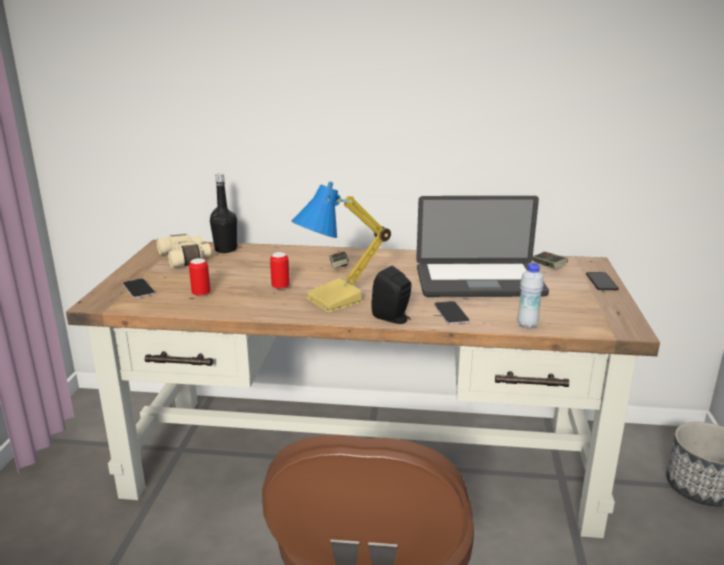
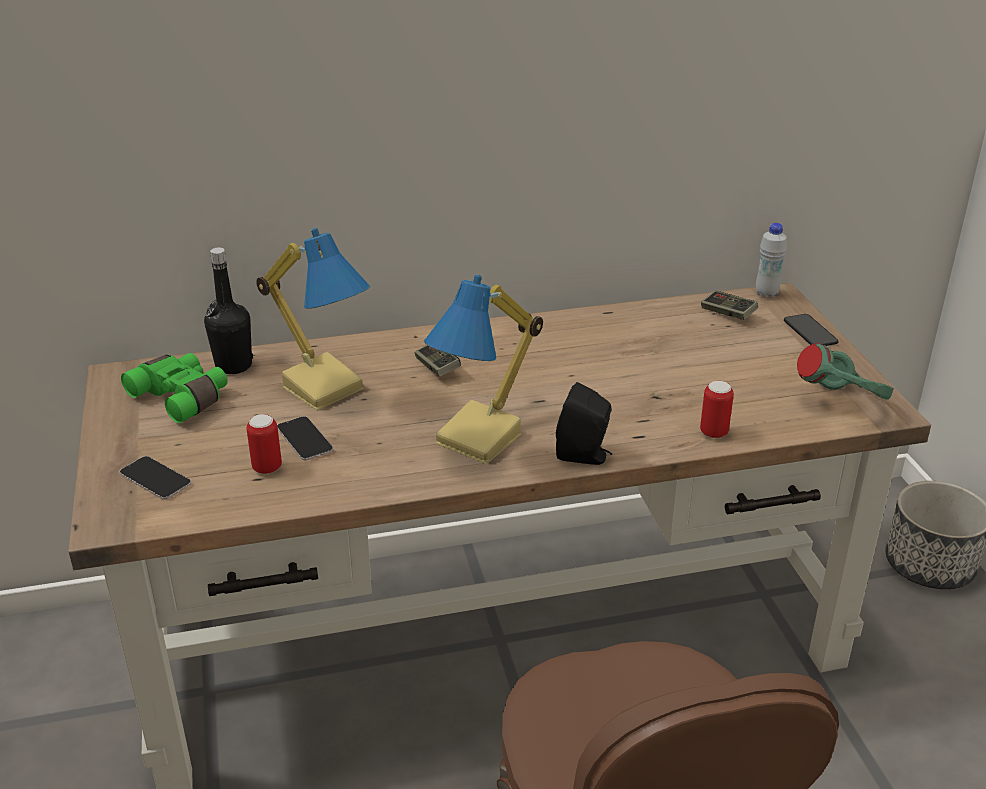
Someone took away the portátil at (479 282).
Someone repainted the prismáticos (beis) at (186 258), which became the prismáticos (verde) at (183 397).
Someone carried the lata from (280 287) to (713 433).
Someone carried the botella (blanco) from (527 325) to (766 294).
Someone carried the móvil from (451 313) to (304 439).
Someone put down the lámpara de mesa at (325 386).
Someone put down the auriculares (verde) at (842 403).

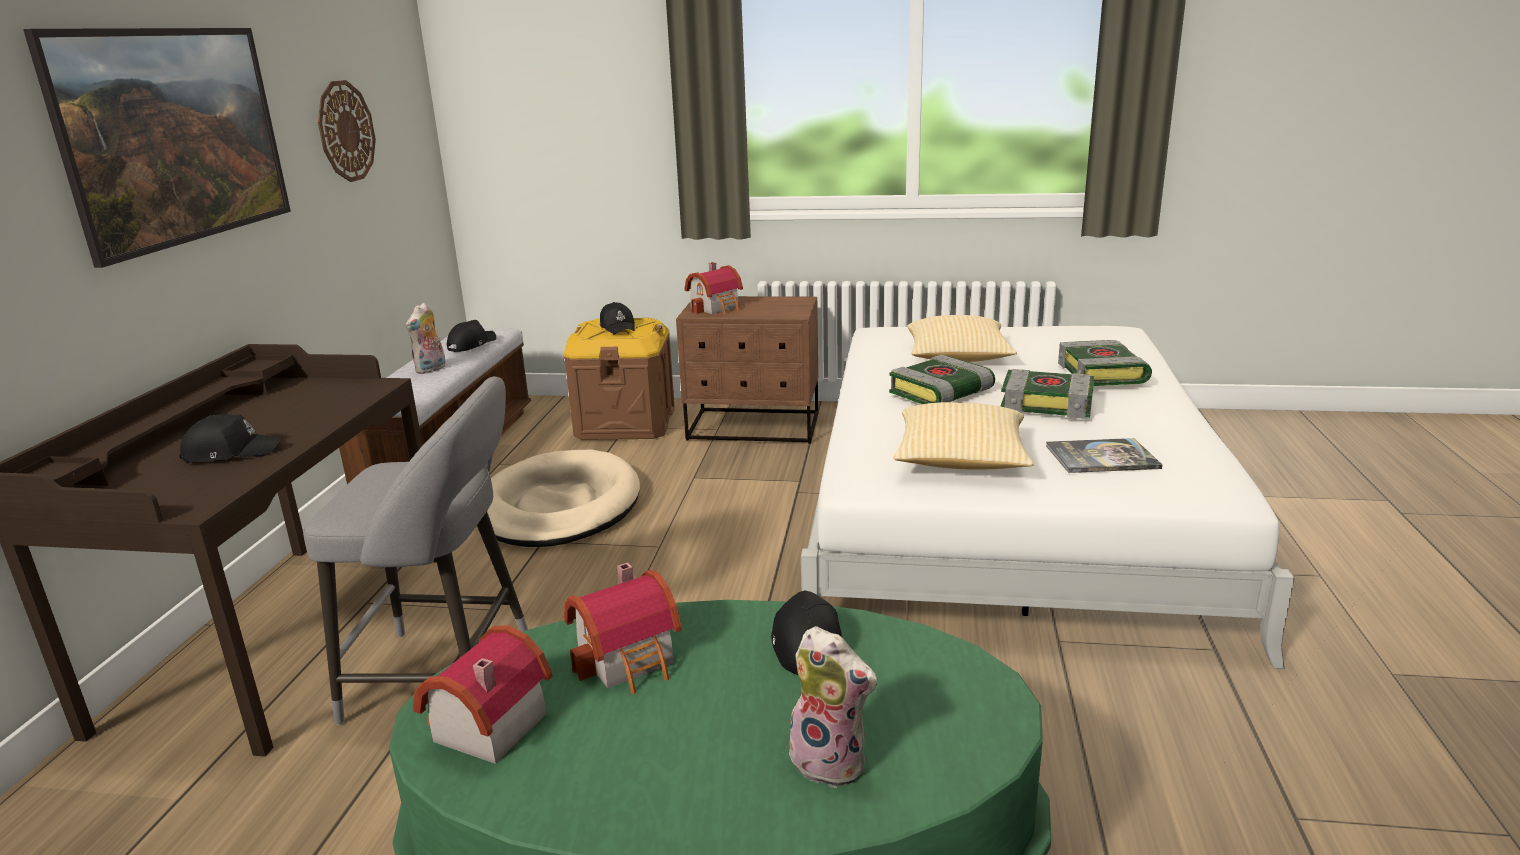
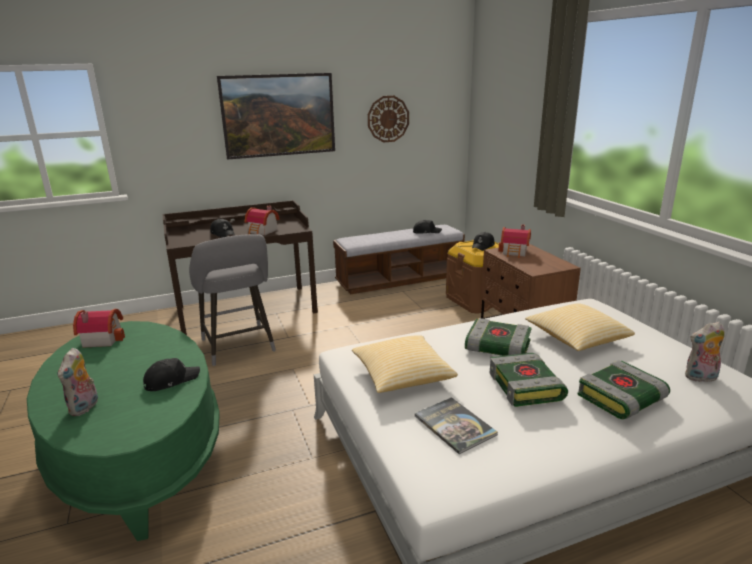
Someone carried the peluche from (431 369) to (700 378).
Someone took away the cama para perro (beis) at (559 506).
Someone carried the casita from (631 660) to (262 232).

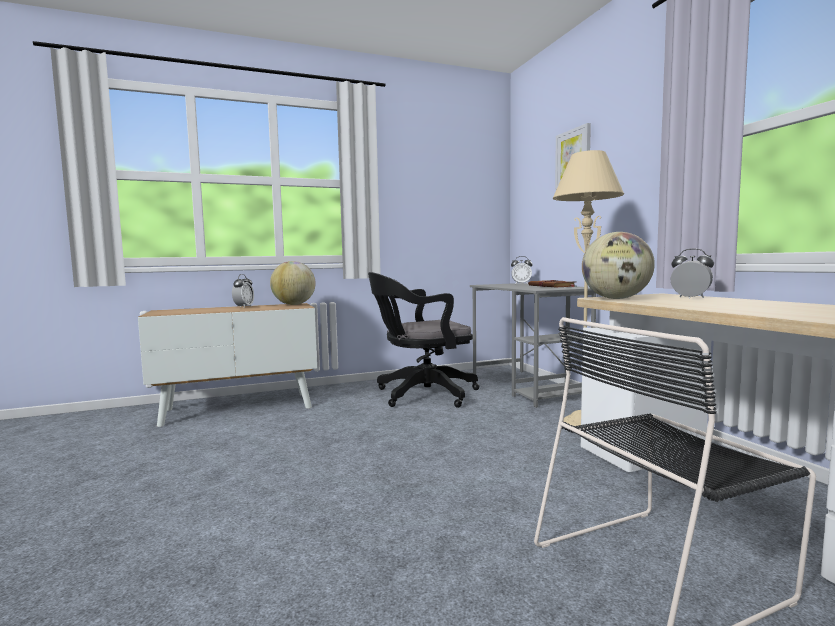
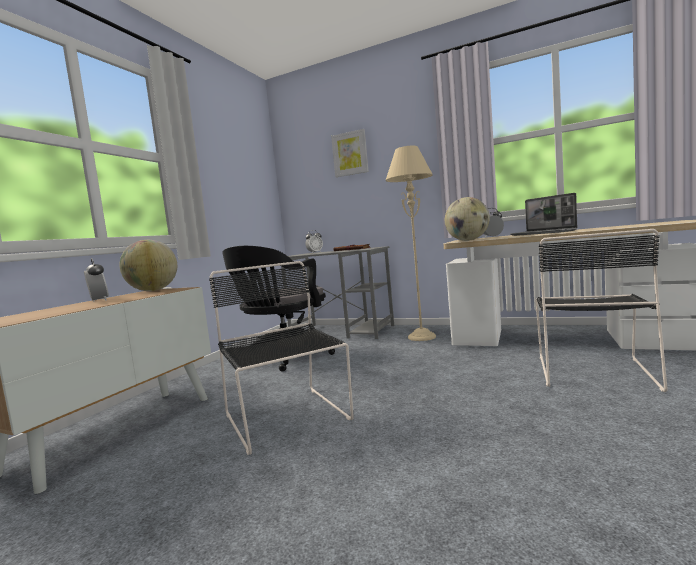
Someone put down the portátil at (544 233).
Someone put down the silla (negro) at (287 419).

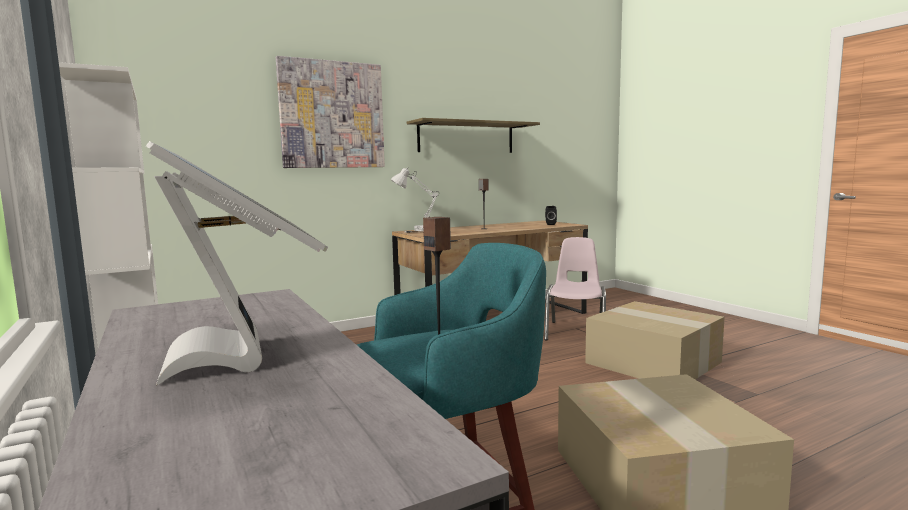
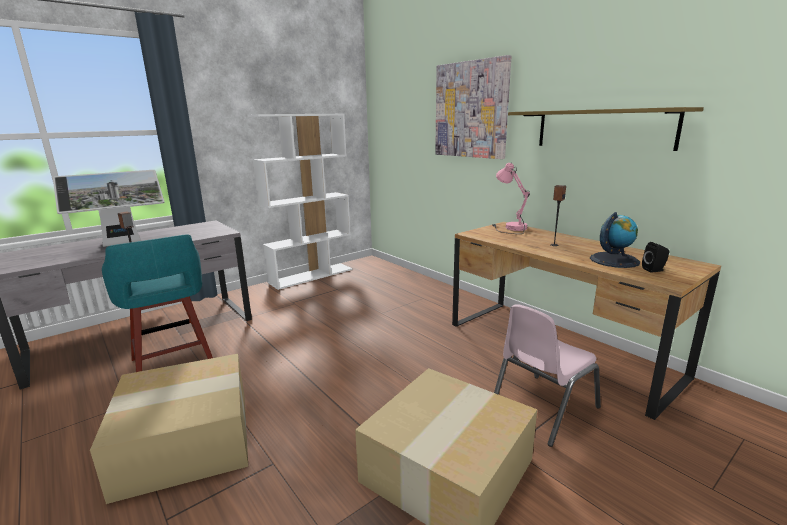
Someone repainted the lámpara de mesa (blanco) at (421 231), which became the lámpara de mesa (rosa) at (508 228).
Someone rotated the silla (rosa) at (576 332) by 135 degrees clockwise.
Someone put down the globo terráqueo at (614 260).

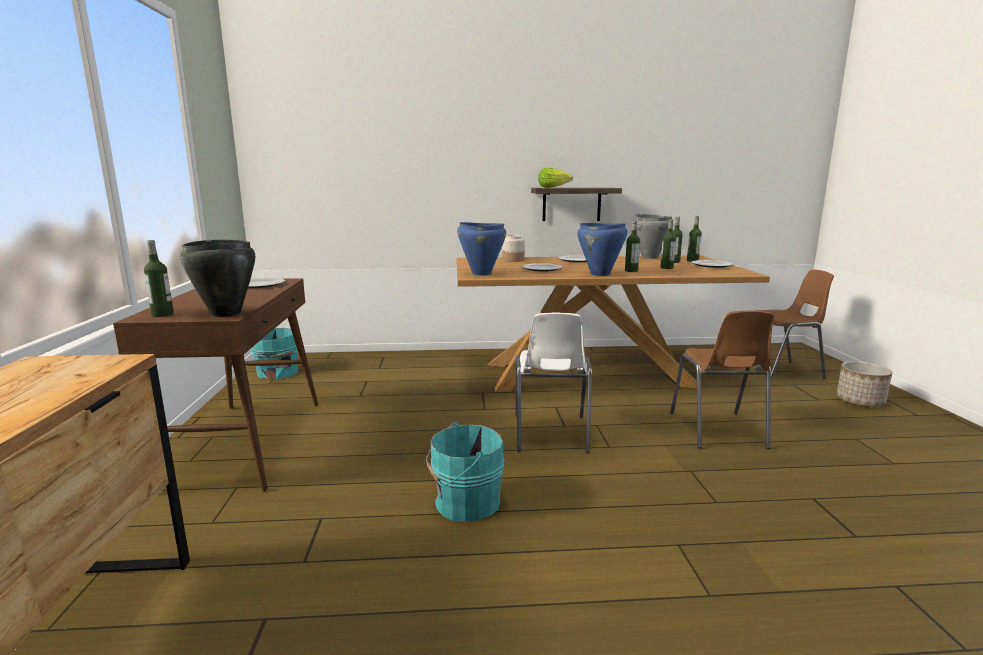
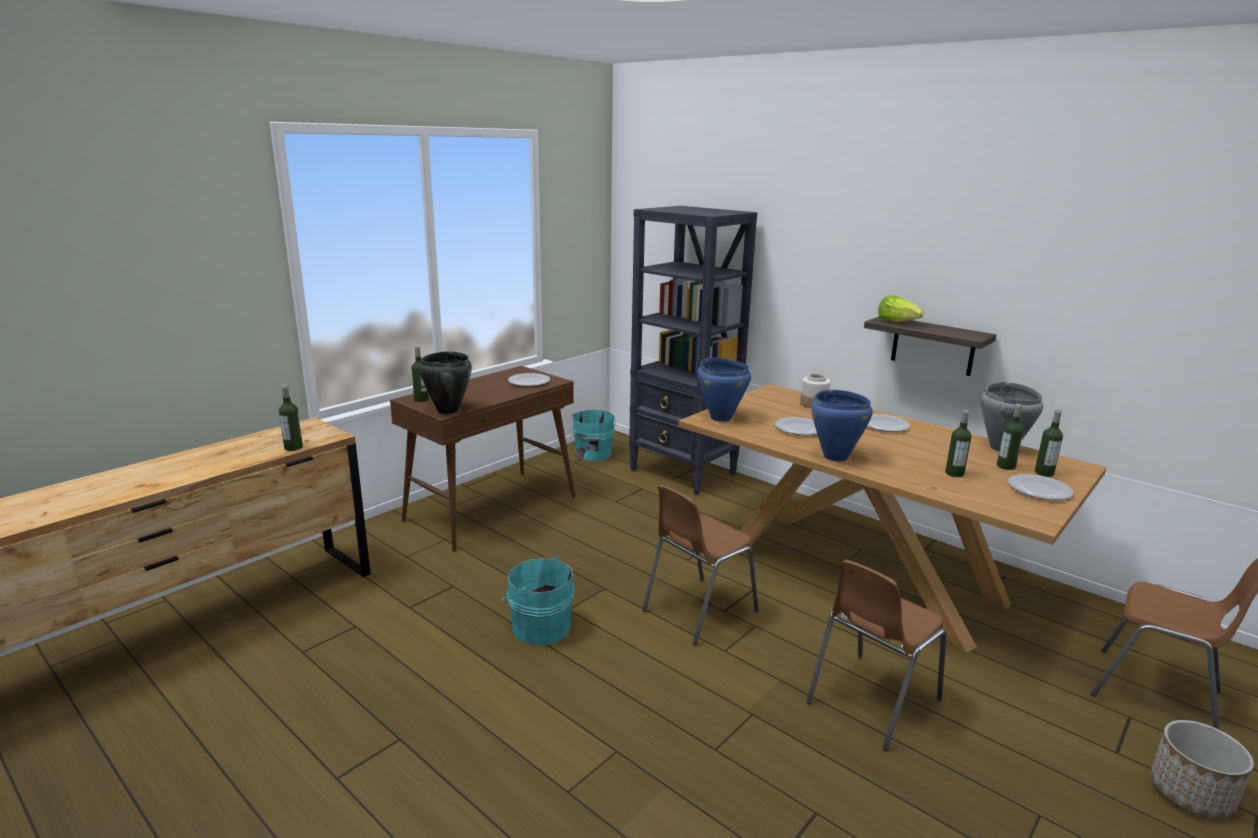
Someone carried the botella from (631 271) to (293 447).
Someone repainted the silla (blanco) at (550 433), which became the silla (marrón) at (698 611).
Someone put down the estantería (negro) at (683 472).

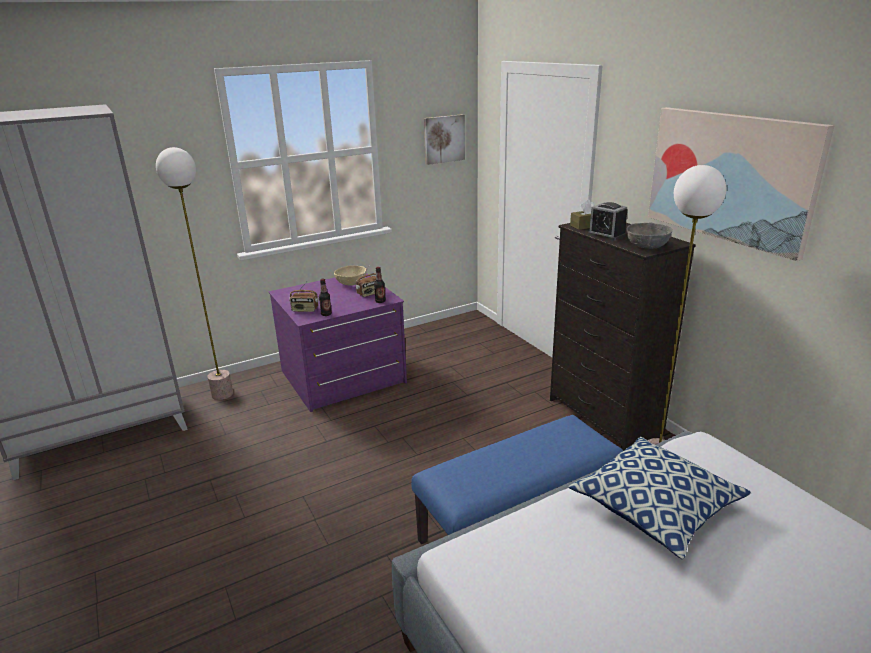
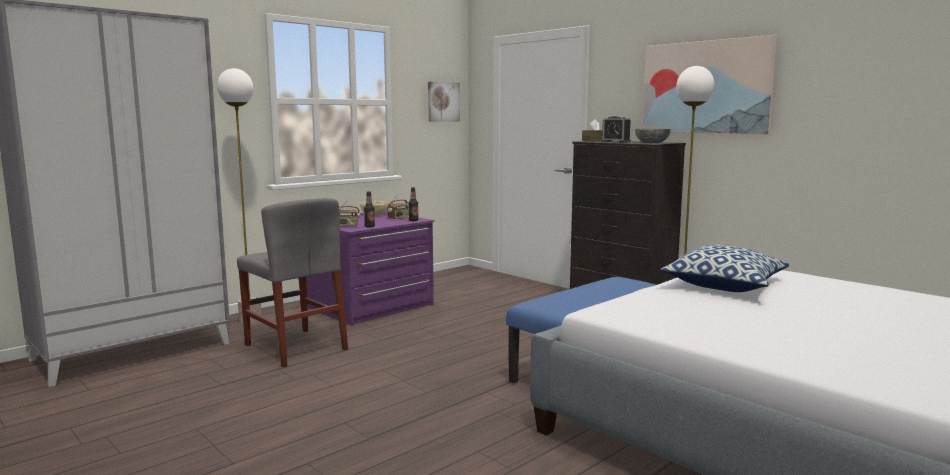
Someone put down the silla (gris) at (295 347).

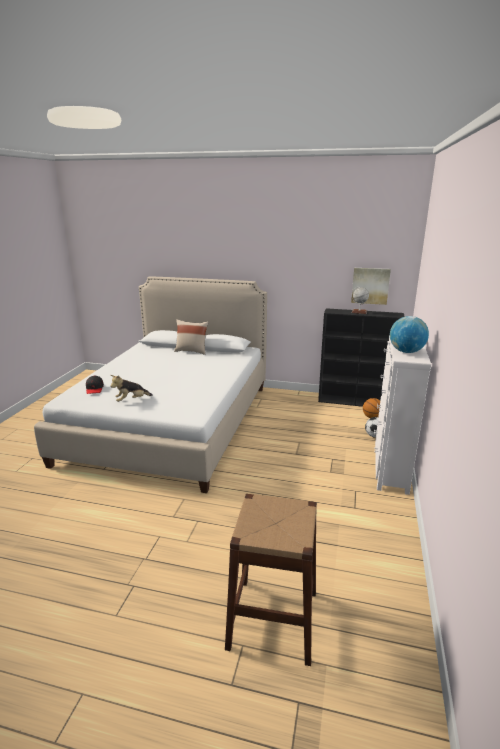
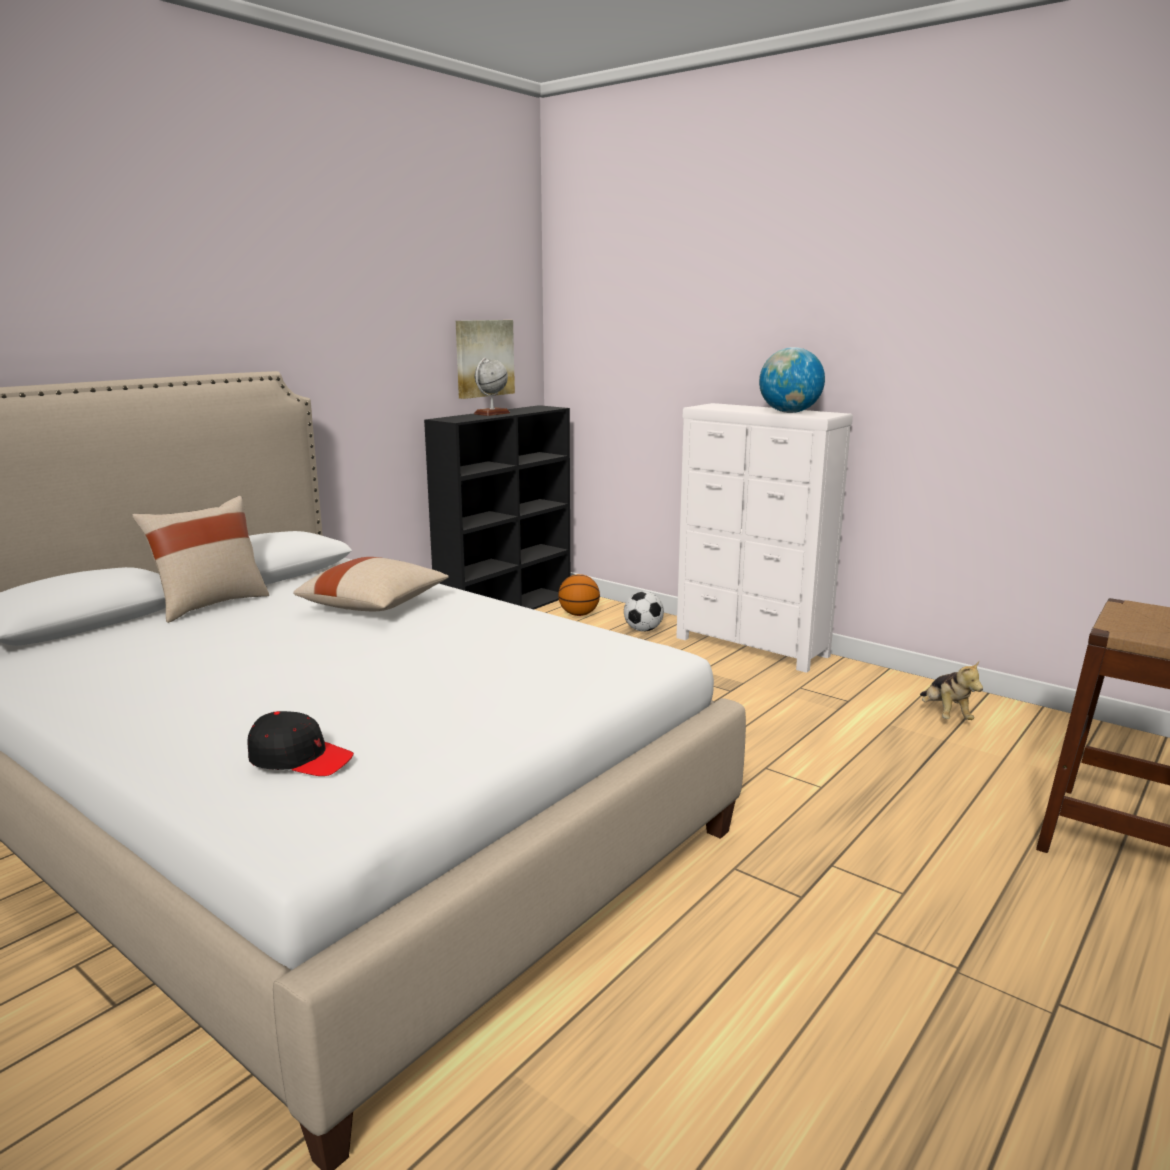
Someone carried the peluche from (131 400) to (945 715).
Someone put down the cojín (beis) at (375 606).

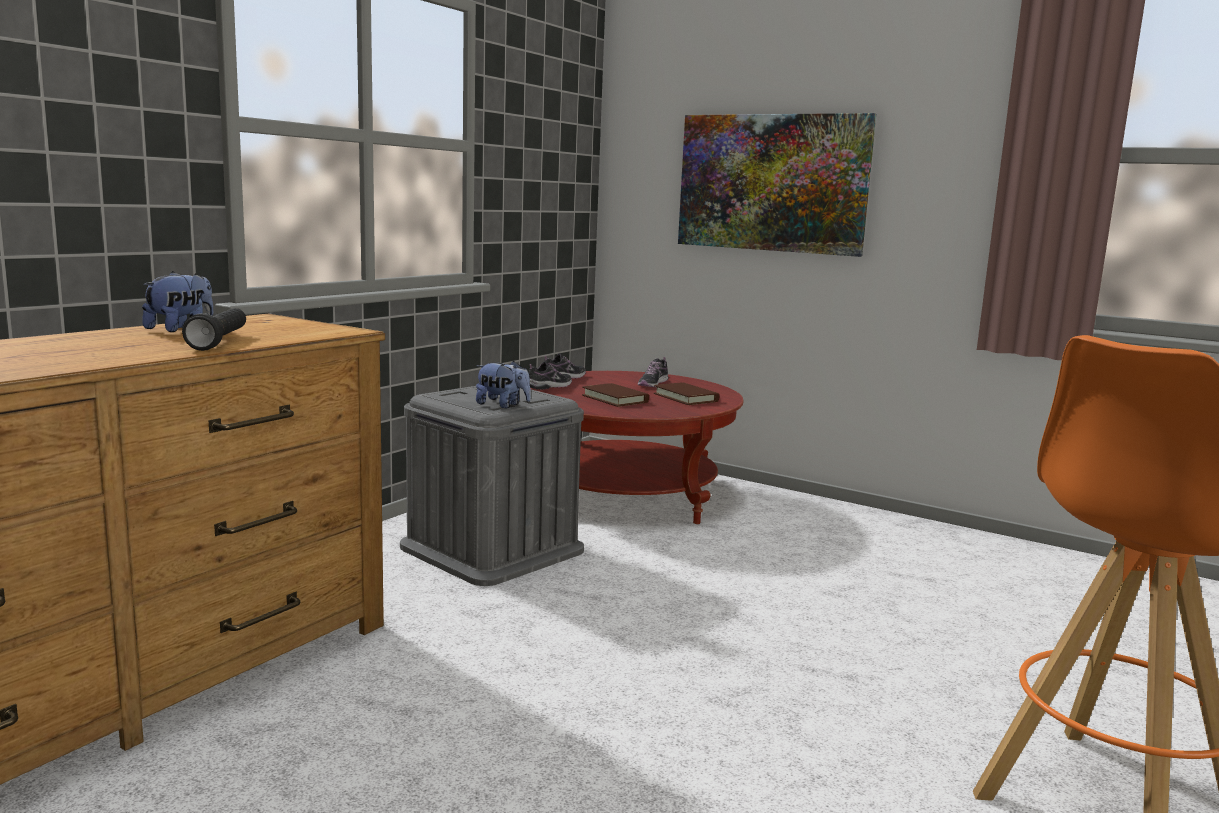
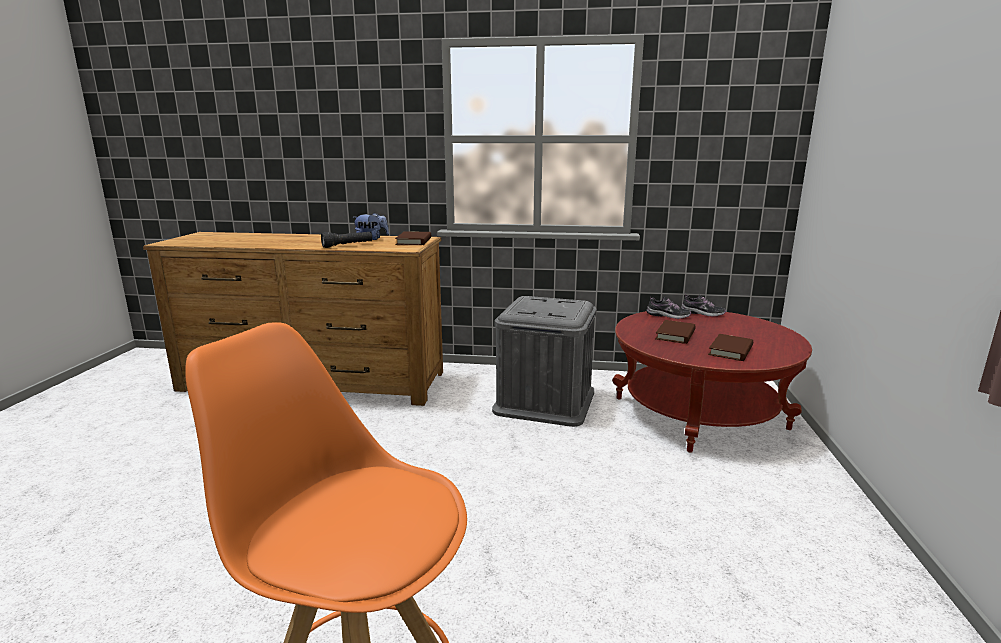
Someone took away the cuadro at (772 183).
Someone took away the zapato at (652 384).
Someone took away the peluche at (502 405).
Someone put down the libro (marrón) at (414 241).

